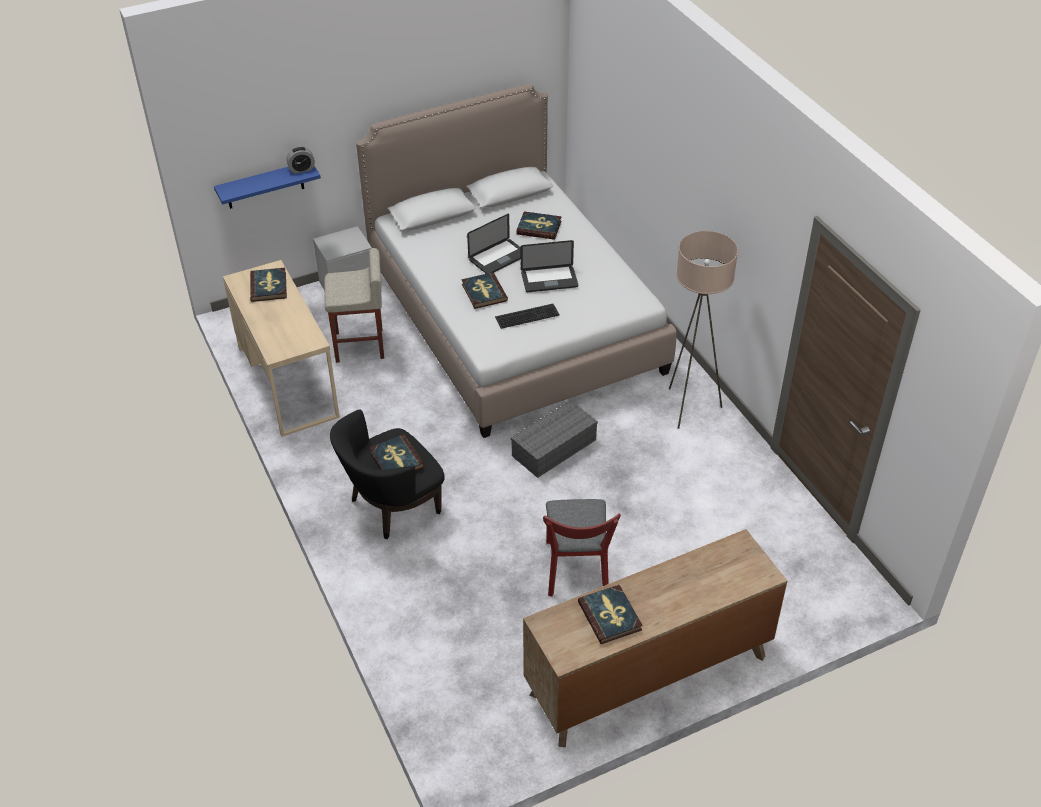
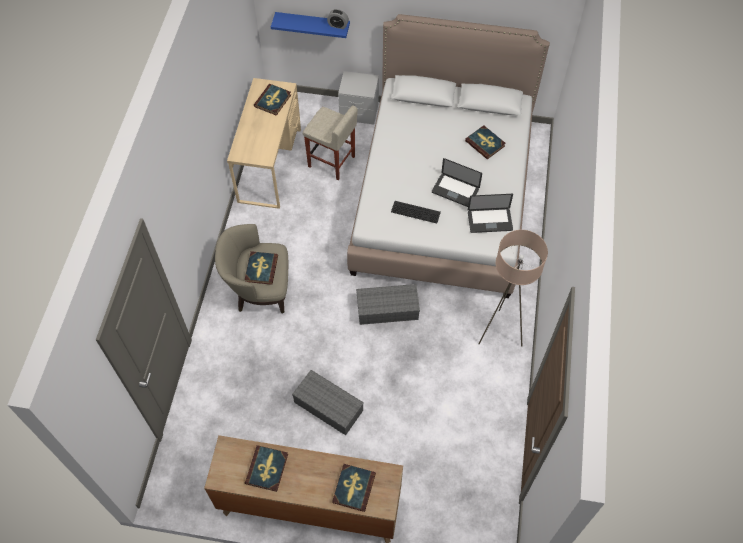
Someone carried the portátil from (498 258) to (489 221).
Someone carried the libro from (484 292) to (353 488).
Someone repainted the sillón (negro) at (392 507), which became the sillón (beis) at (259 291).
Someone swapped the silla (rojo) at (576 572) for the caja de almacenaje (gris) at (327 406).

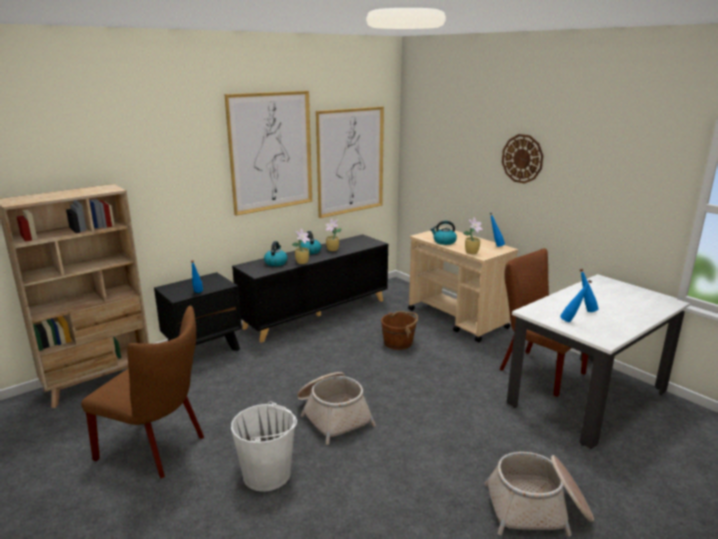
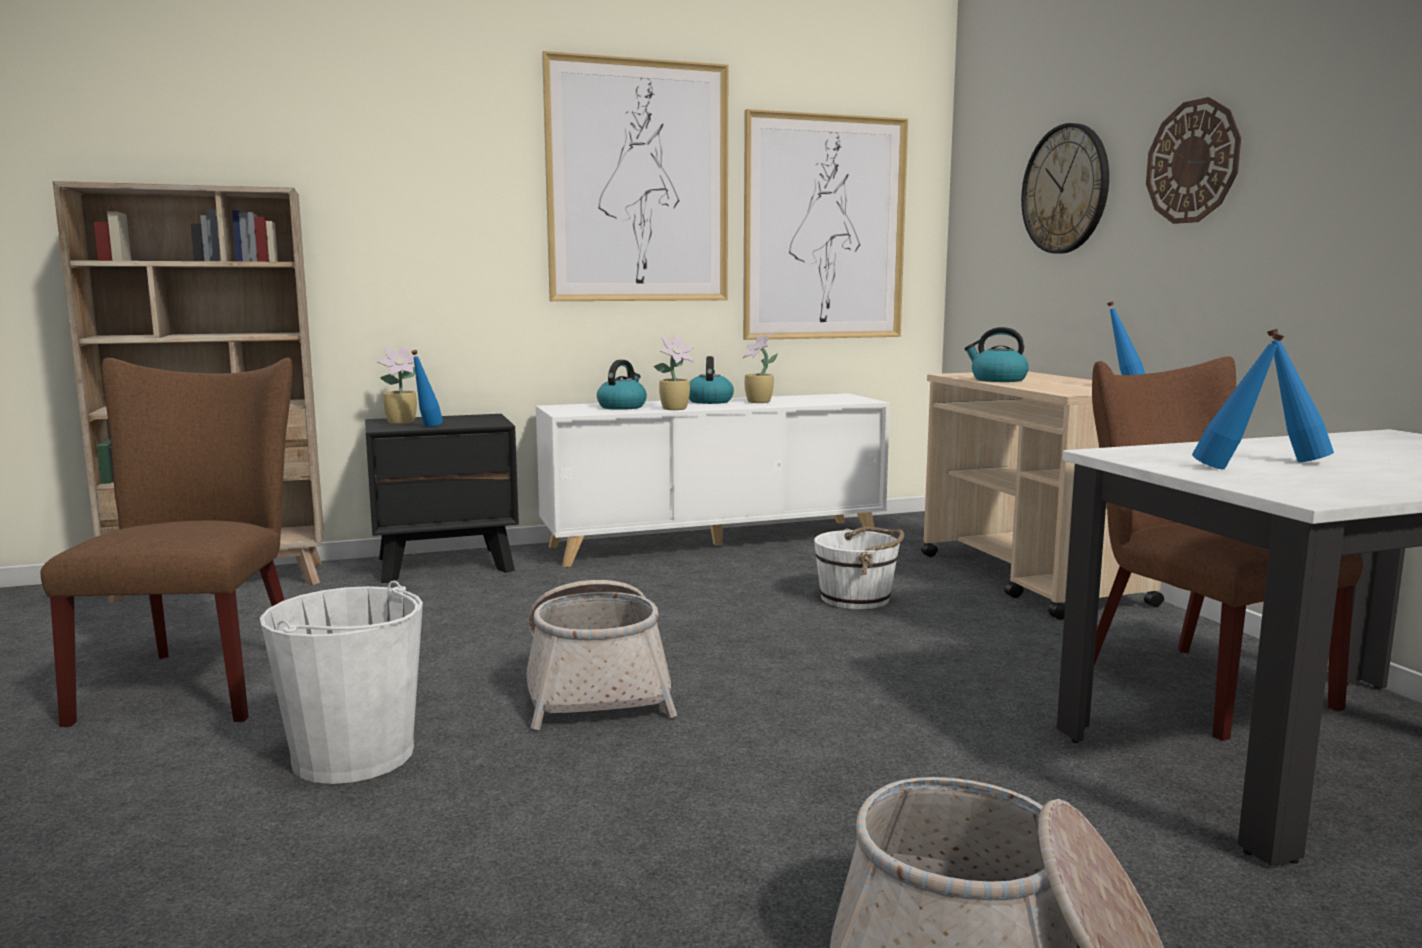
Someone carried the planta en maceta from (472 252) to (402 422).
Someone repainted the armario (negro) at (316 313), which became the armario (blanco) at (715 542).
Someone rotated the silla (marrón) at (157 448) by 135 degrees counterclockwise.
Someone repainted the cubo (marrón) at (398 342), which became the cubo (blanco) at (856 598).
Someone put up the reloj de pared at (1065 189).

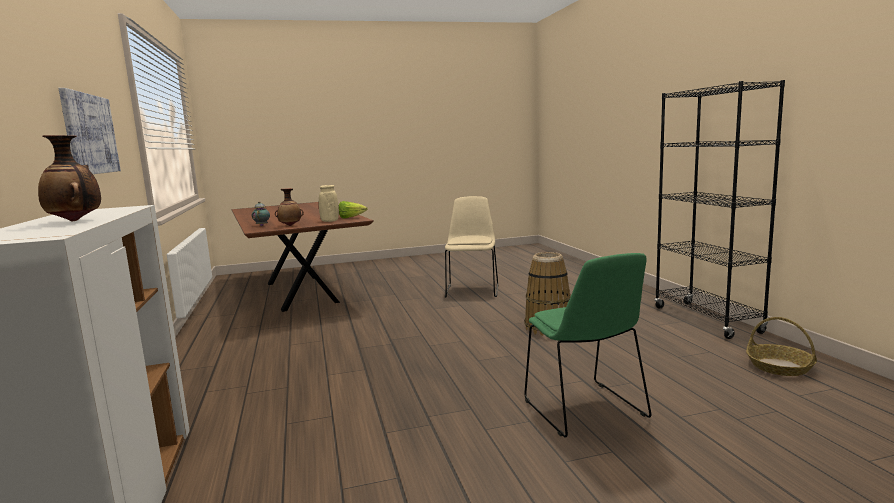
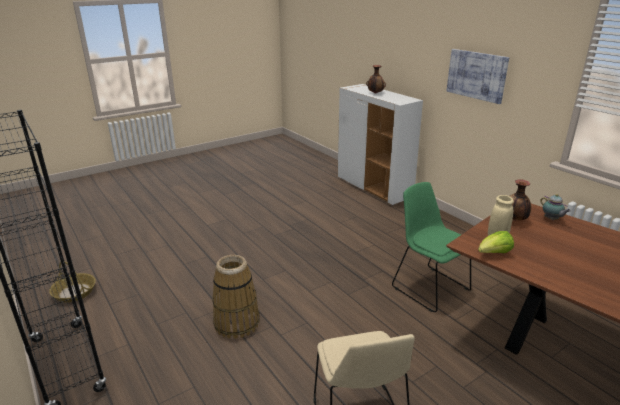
Someone carried the silla (verde) from (586 411) to (428 287).

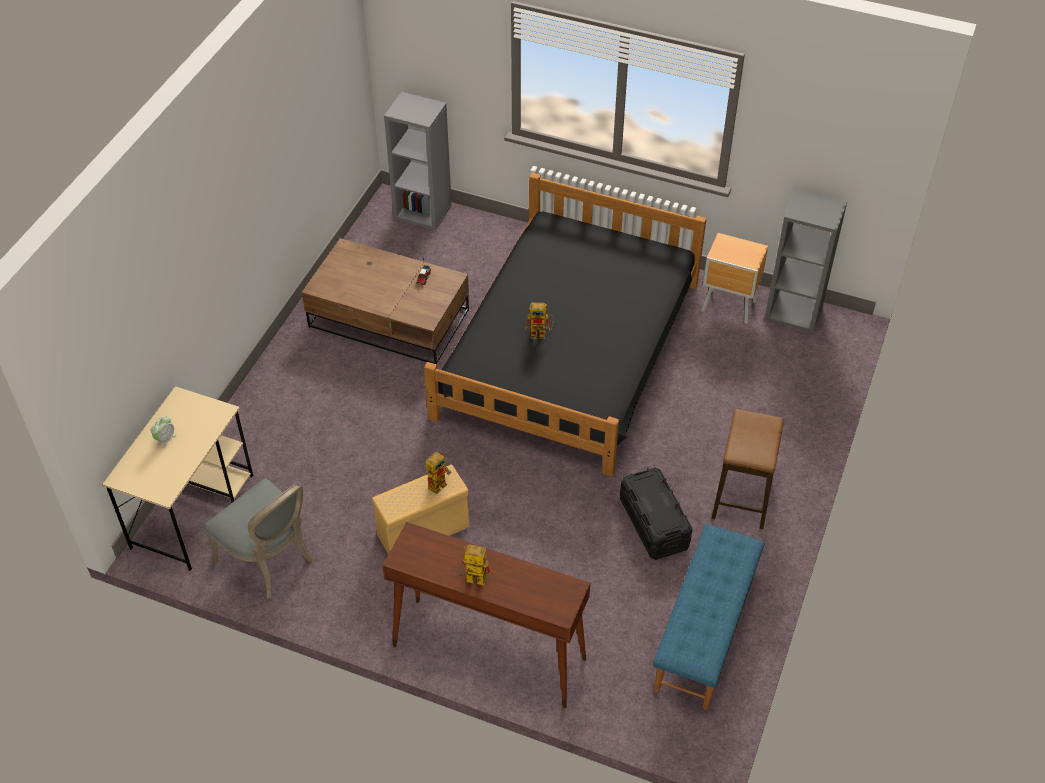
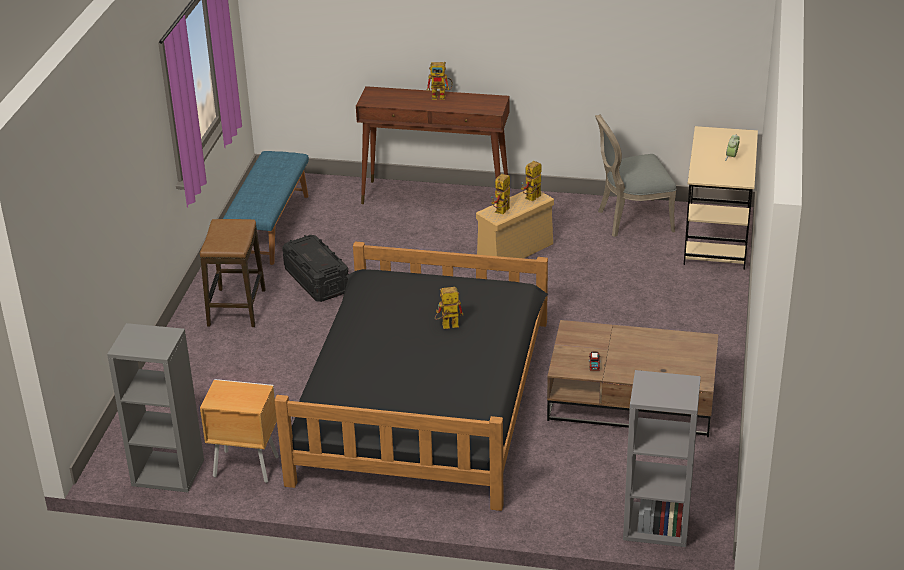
Someone rotated the silla (gris) at (270 560) by 45 degrees counterclockwise.
Someone put down the robot de juguete at (532 199).

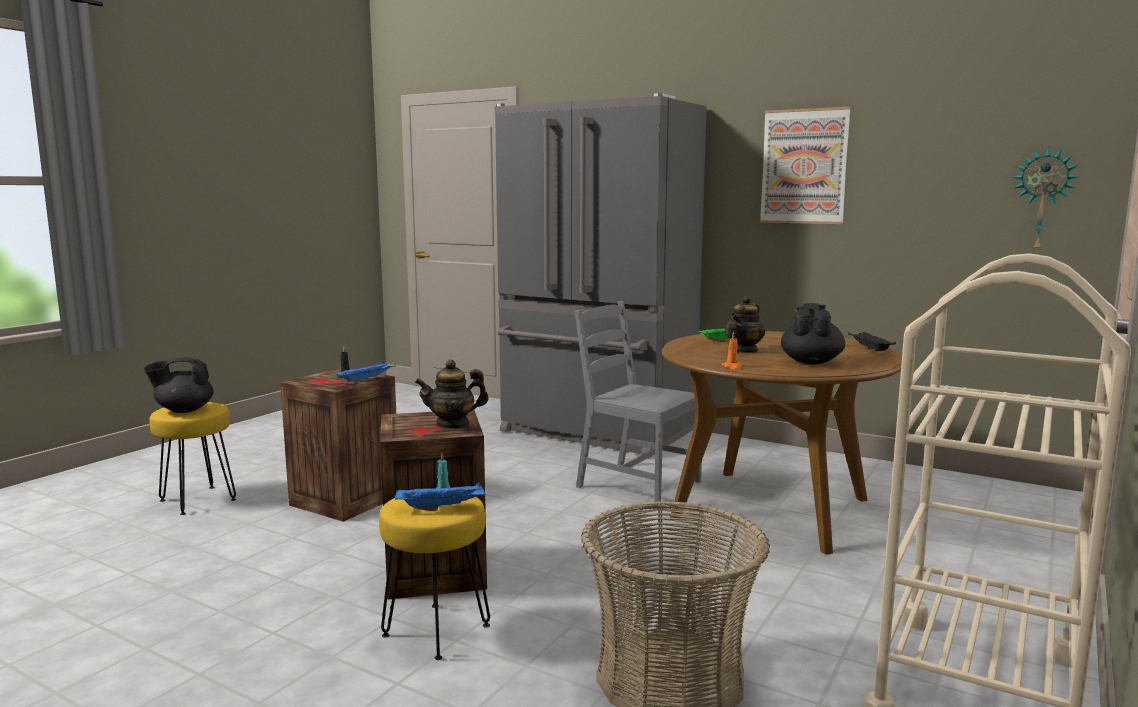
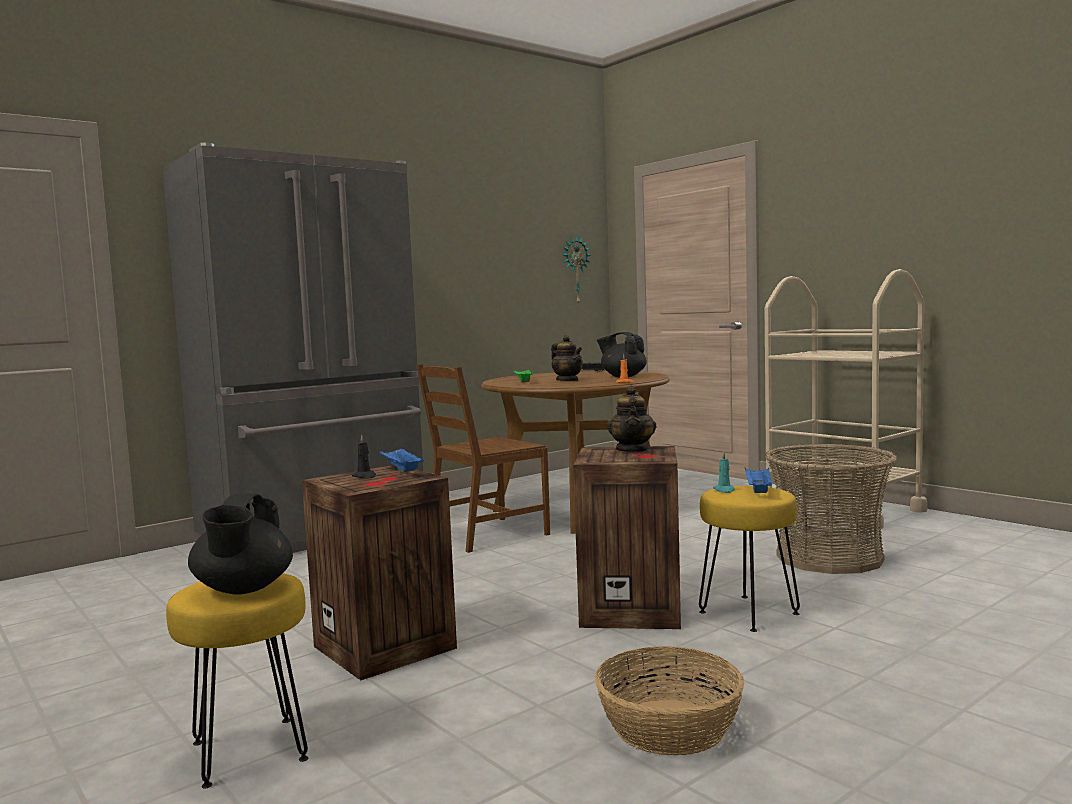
Someone took away the cuadro at (804 166).
Someone repainted the silla (gris) at (637 484), which became the silla (marrón) at (487 535).
Someone put down the cesta at (668 727).

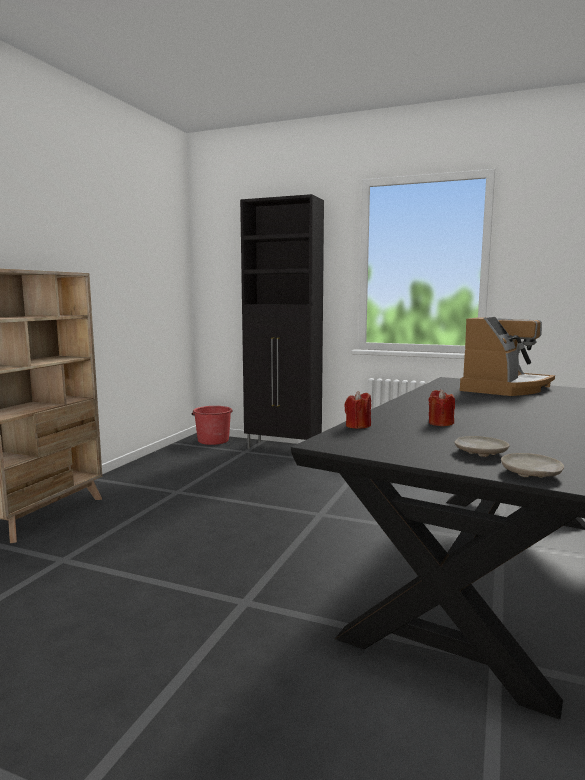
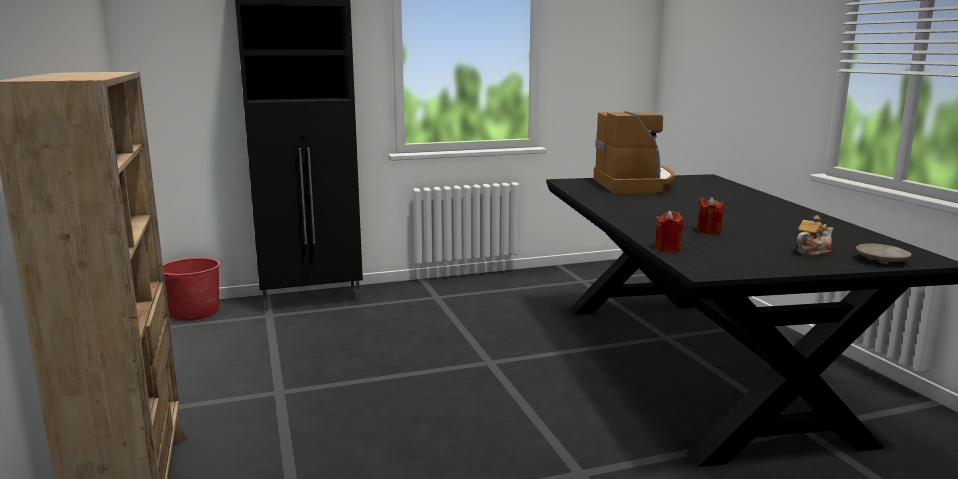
Someone swapped the plato (beis) at (480 453) for the tetera at (812 251).

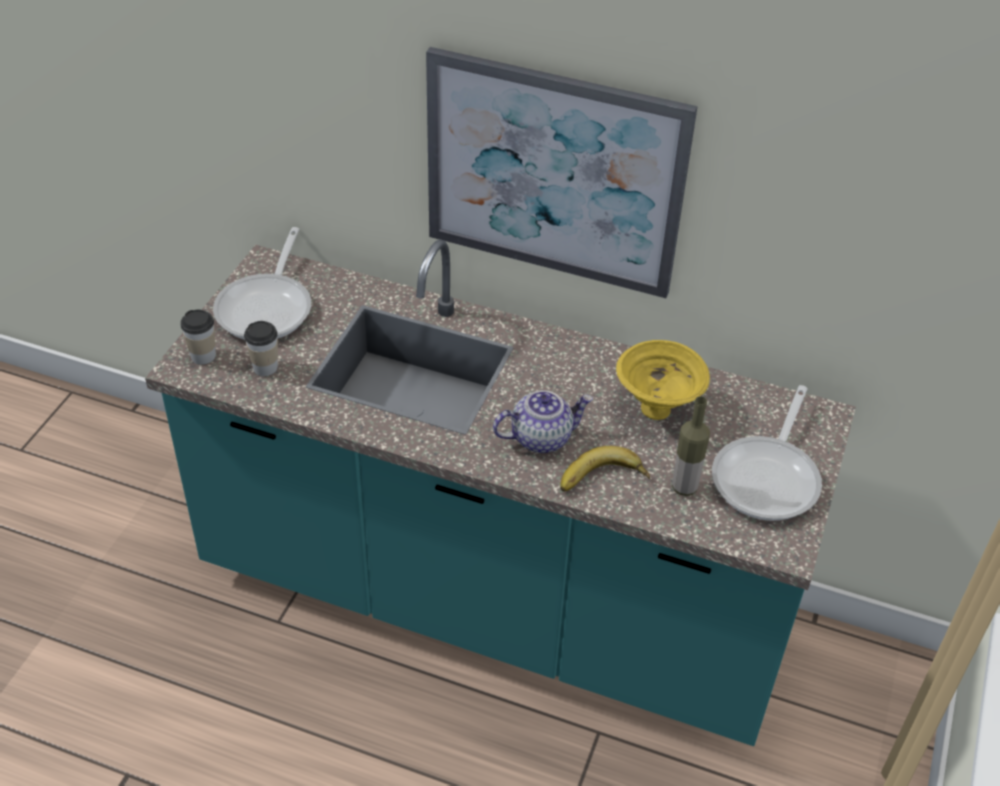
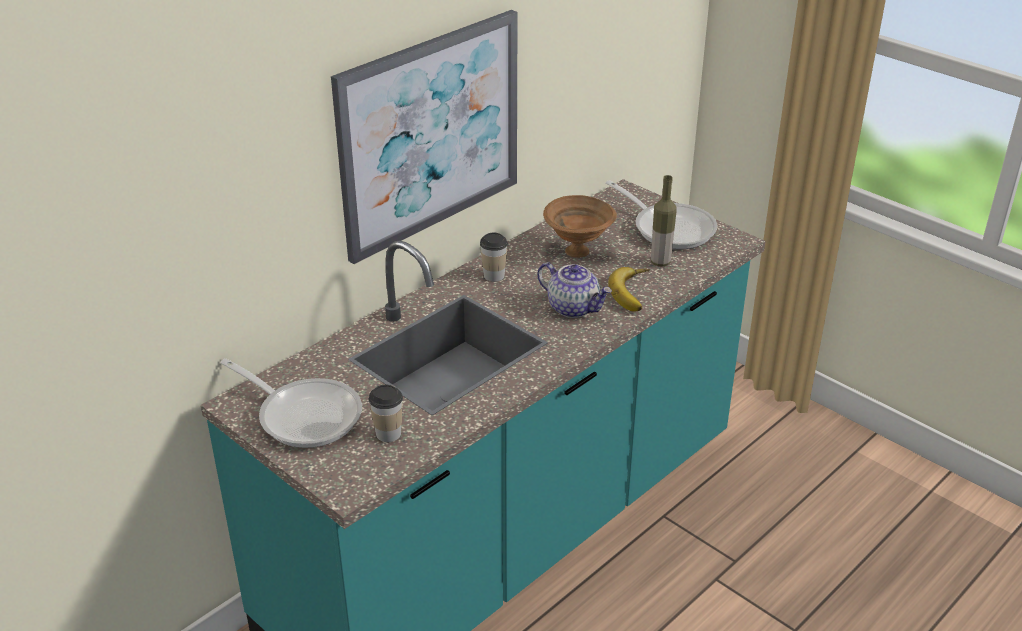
Someone carried the taza from (203 356) to (494 275).
Someone repainted the cuenco (amarillo) at (658 410), which became the cuenco (marrón) at (578 251).
Someone rotated the tetera at (541 437) by 120 degrees clockwise.

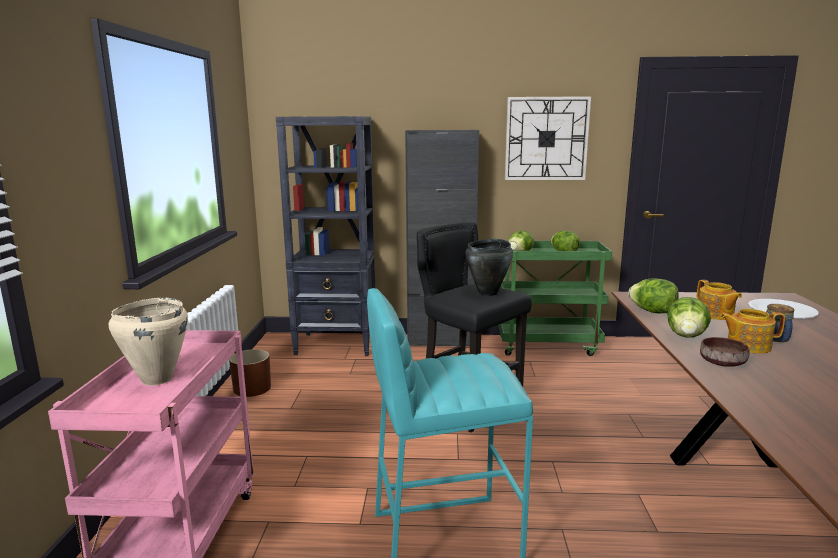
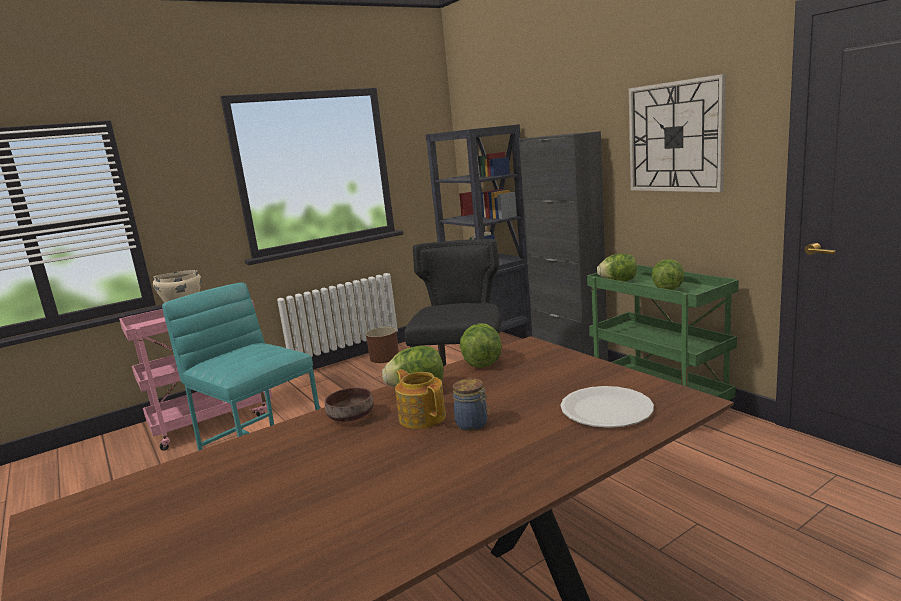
Someone took away the olla (negro) at (488 293).
Someone took away the tetera at (715 314).

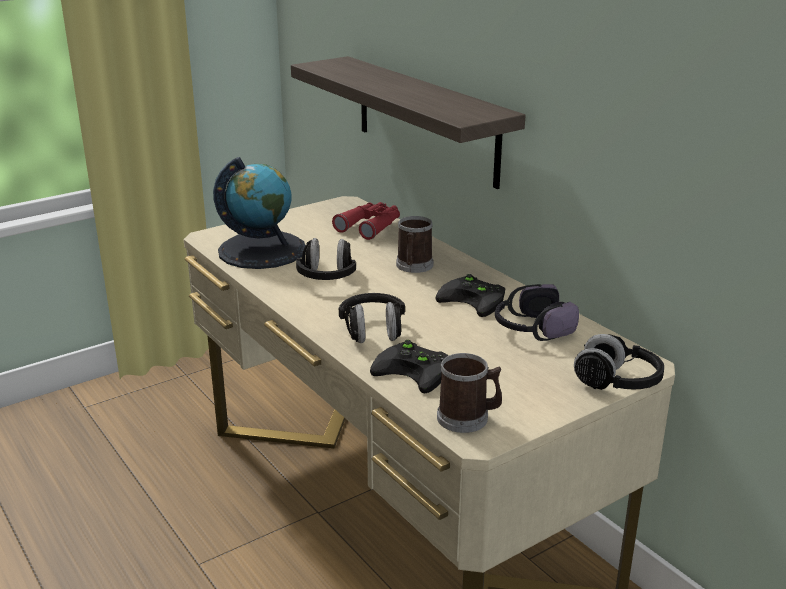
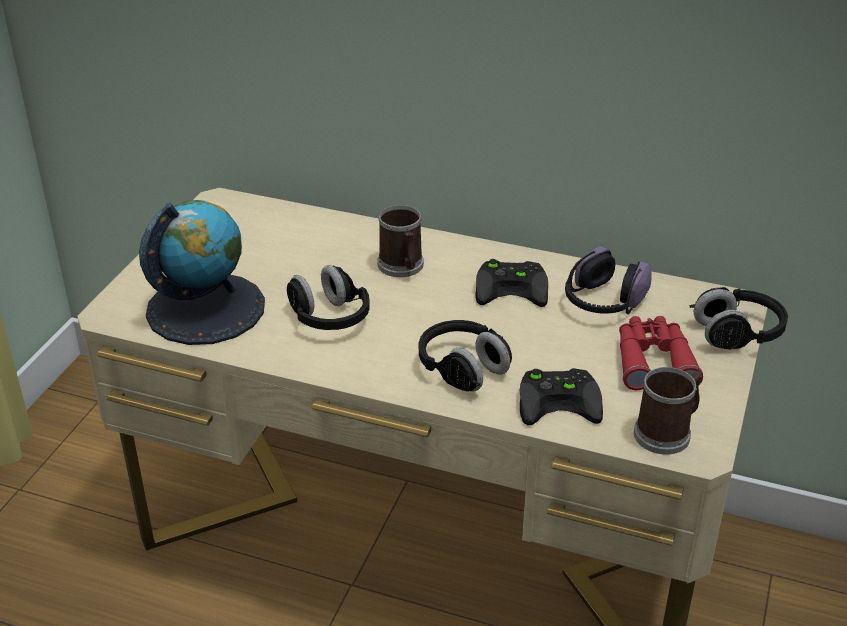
Someone took away the estante at (426 120).
Someone carried the prismáticos (rojo) from (370 226) to (653 360).

